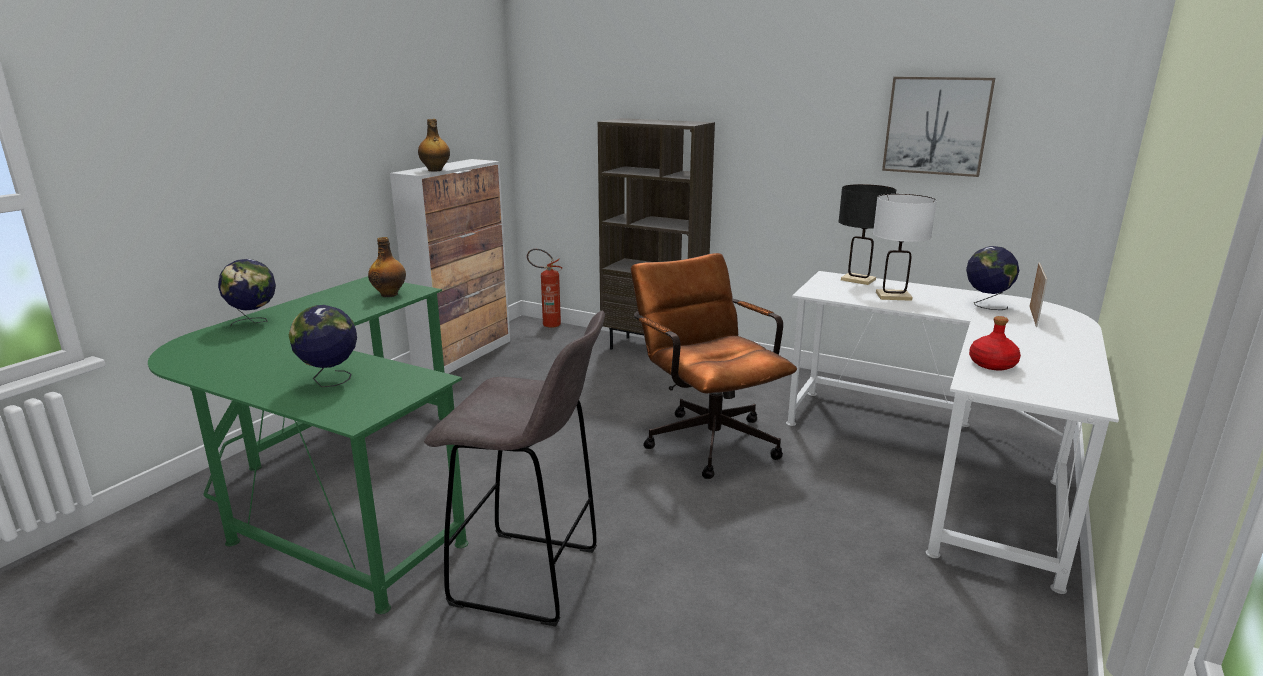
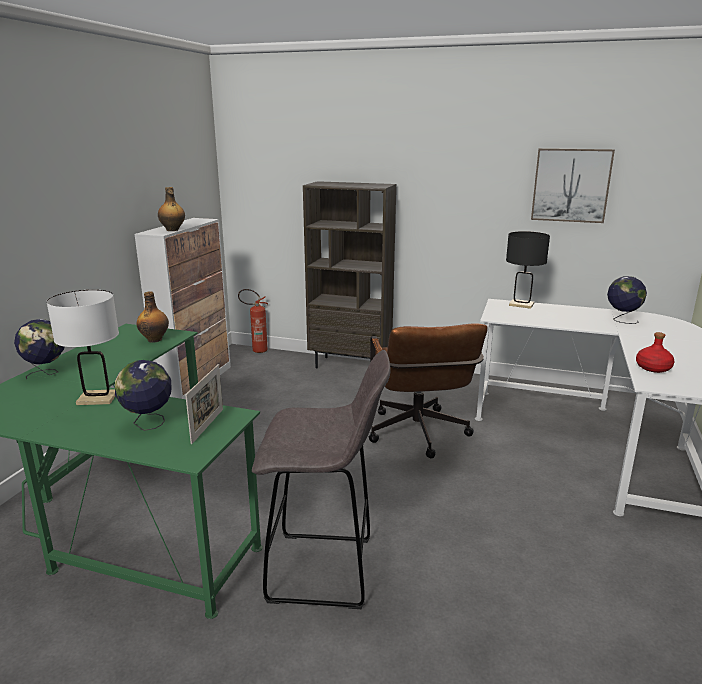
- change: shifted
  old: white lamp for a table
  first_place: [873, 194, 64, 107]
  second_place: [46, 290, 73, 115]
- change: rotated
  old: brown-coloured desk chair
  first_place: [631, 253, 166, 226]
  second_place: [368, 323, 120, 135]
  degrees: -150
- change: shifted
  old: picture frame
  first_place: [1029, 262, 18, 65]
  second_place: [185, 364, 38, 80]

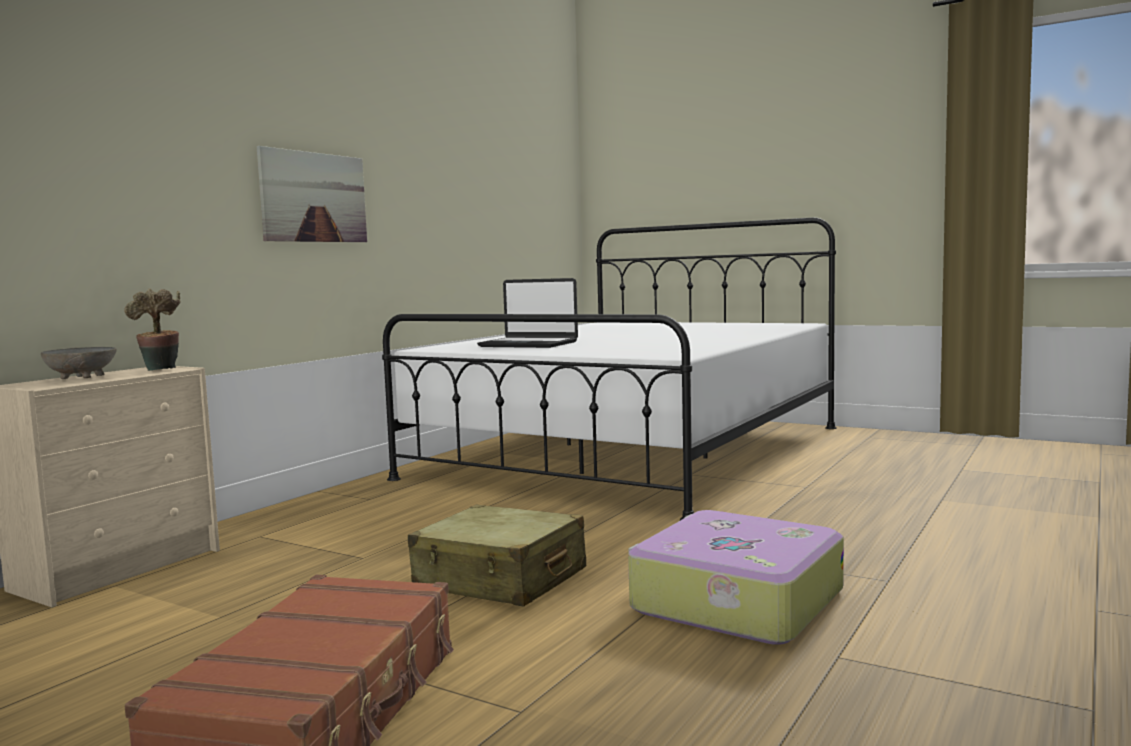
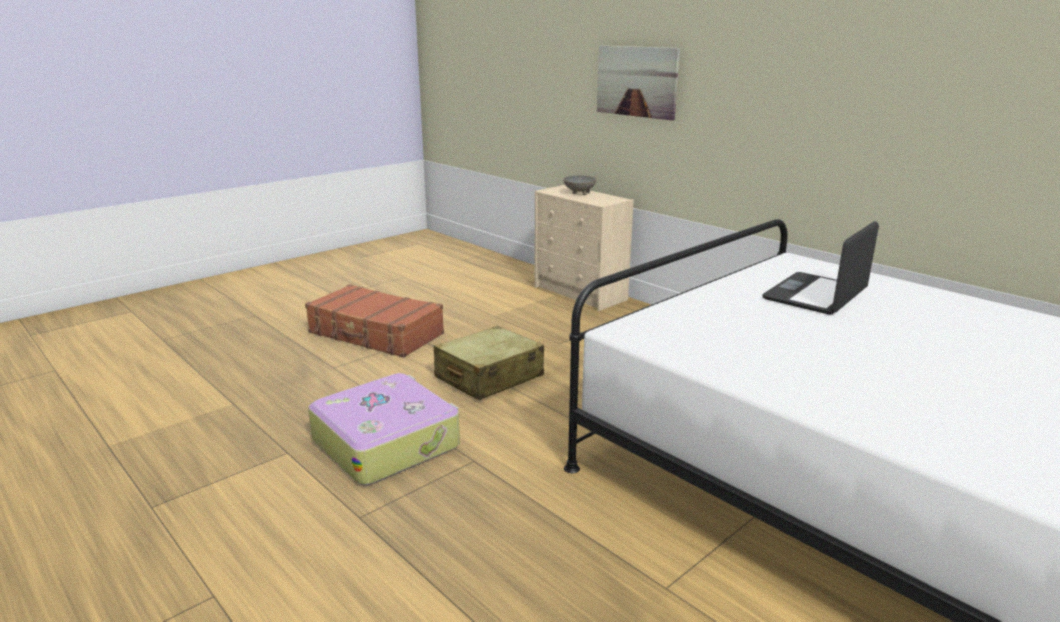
- change: shifted
  old: wall picture
  first_place: [256, 146, 111, 96]
  second_place: [597, 45, 83, 76]
- change: gone
  old: houseplant
  first_place: [124, 288, 57, 83]

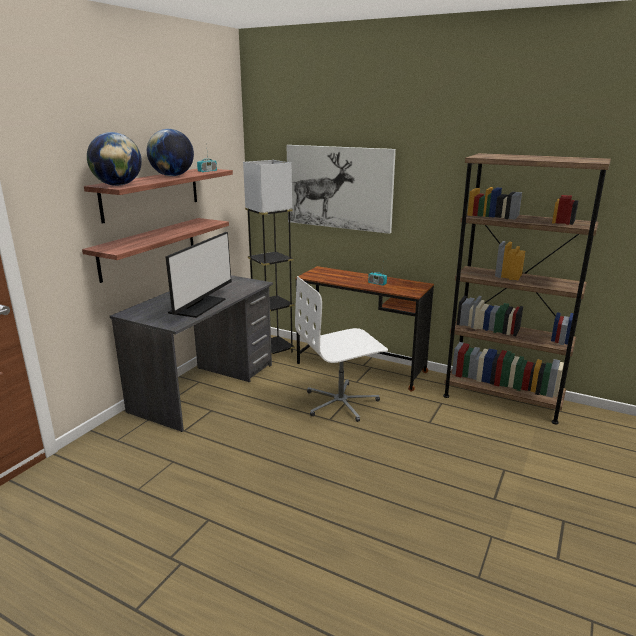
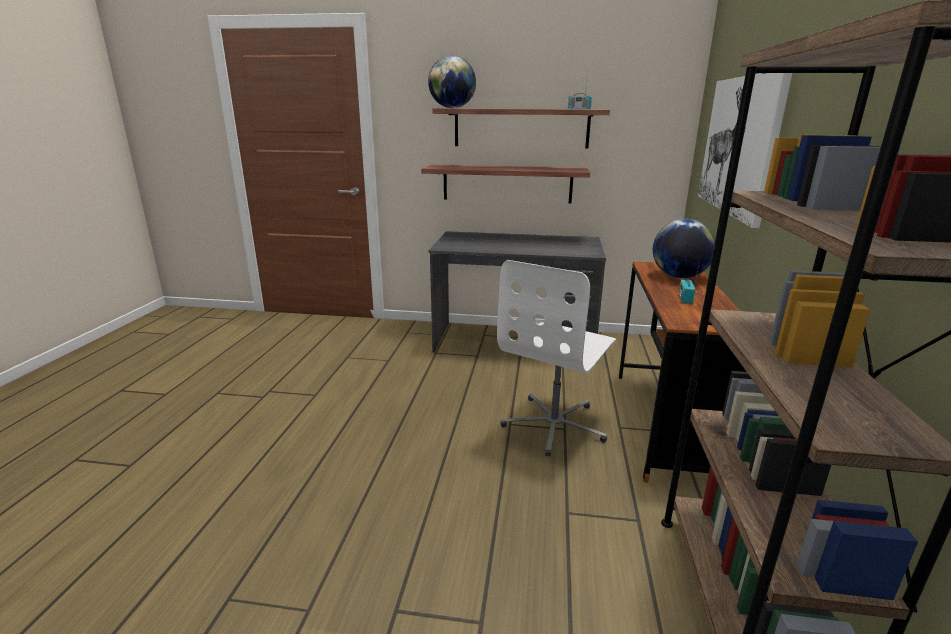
- change: shifted
  old: globe
  first_place: [147, 129, 47, 47]
  second_place: [653, 219, 62, 59]
- change: gone
  old: grey floor lamp
  first_place: [243, 160, 52, 195]
- change: gone
  old: computer screen
  first_place: [165, 232, 67, 86]
- change: rotated
  old: white desk chair
  first_place: [295, 276, 93, 146]
  second_place: [497, 260, 119, 196]
  degrees: -105

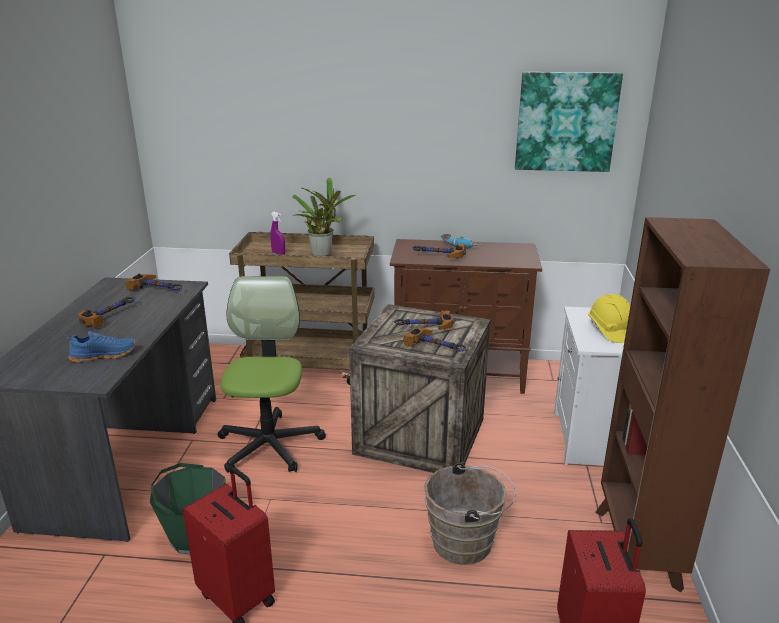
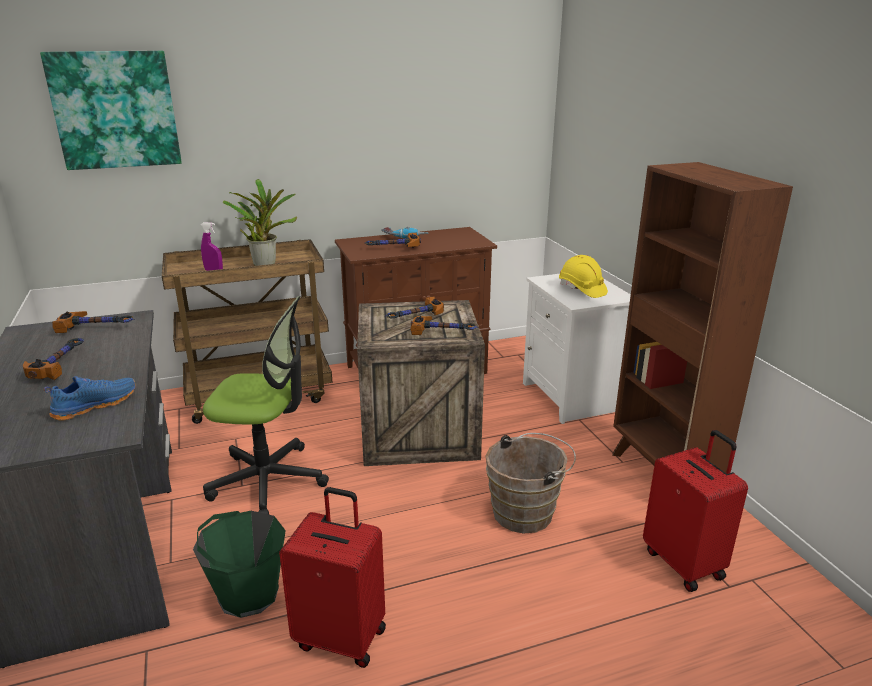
- change: shifted
  old: wall picture
  first_place: [515, 72, 108, 100]
  second_place: [40, 51, 142, 119]
- change: rotated
  old: desk chair
  first_place: [218, 276, 108, 196]
  second_place: [203, 296, 126, 219]
  degrees: 120

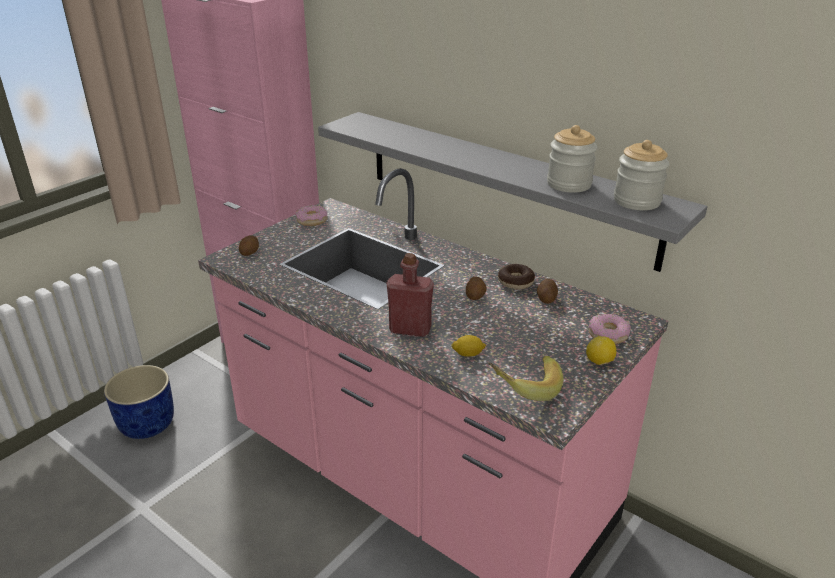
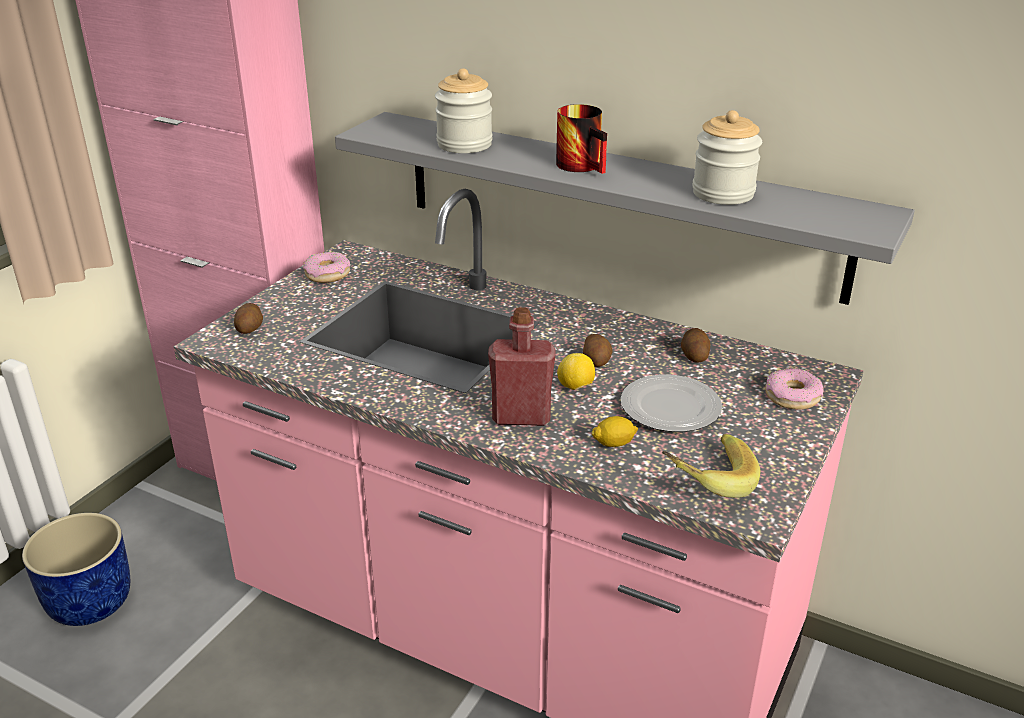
- change: shifted
  old: preserve jar
  first_place: [614, 140, 55, 70]
  second_place: [435, 68, 58, 85]
- change: gone
  old: donut
  first_place: [498, 264, 37, 25]
- change: shifted
  old: lemon
  first_place: [586, 336, 30, 29]
  second_place: [557, 353, 38, 37]
- change: new
  new: mug
  second_place: [556, 104, 51, 70]
- change: new
  new: plate
  second_place: [621, 374, 101, 58]

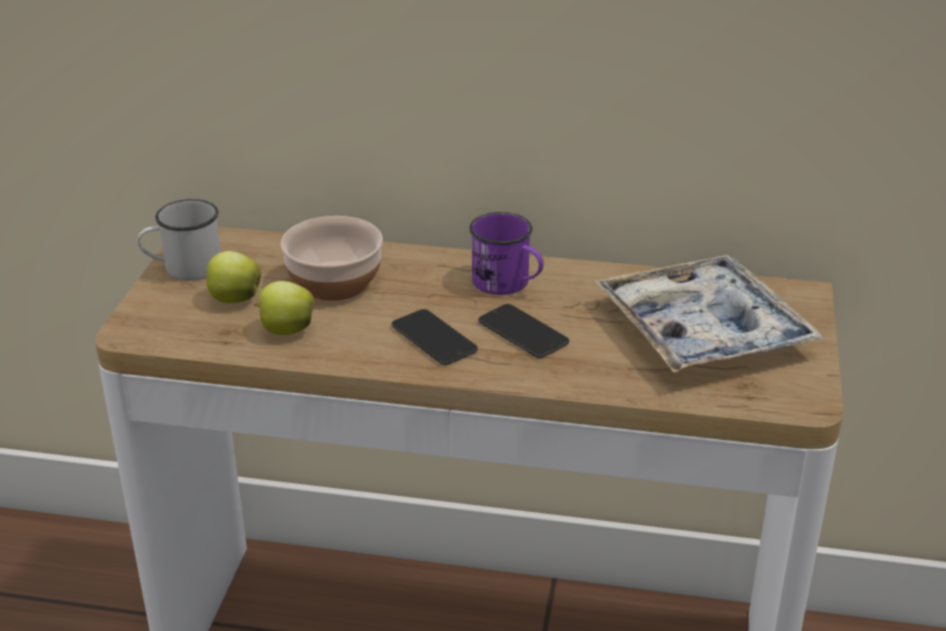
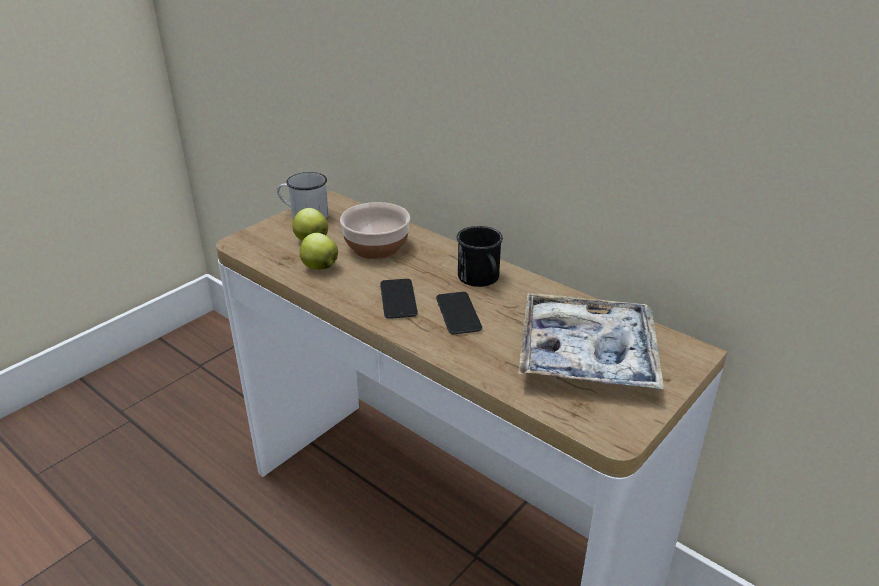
- change: repainted
  old: purplish mug
  new: blackish mug
  first_place: [469, 212, 75, 83]
  second_place: [456, 226, 47, 61]

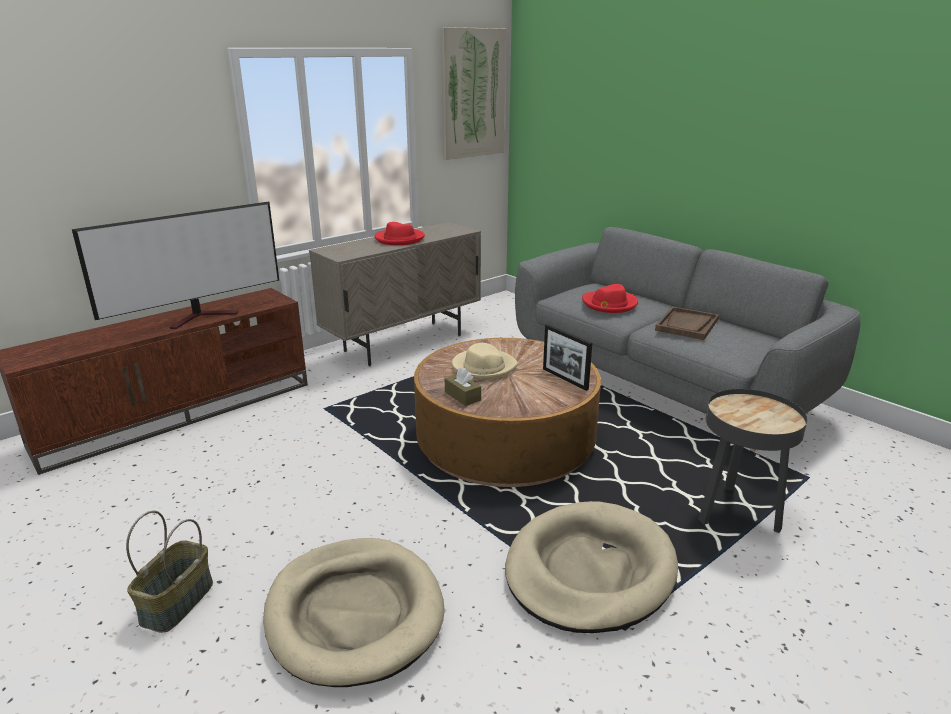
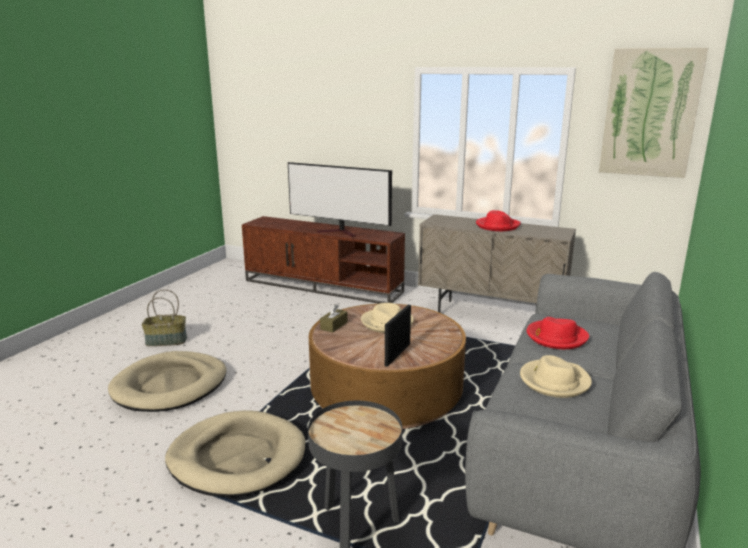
- change: swapped
  old: brown-coloured tray
  new: beige clothing hat
  first_place: [655, 306, 64, 34]
  second_place: [520, 355, 72, 43]

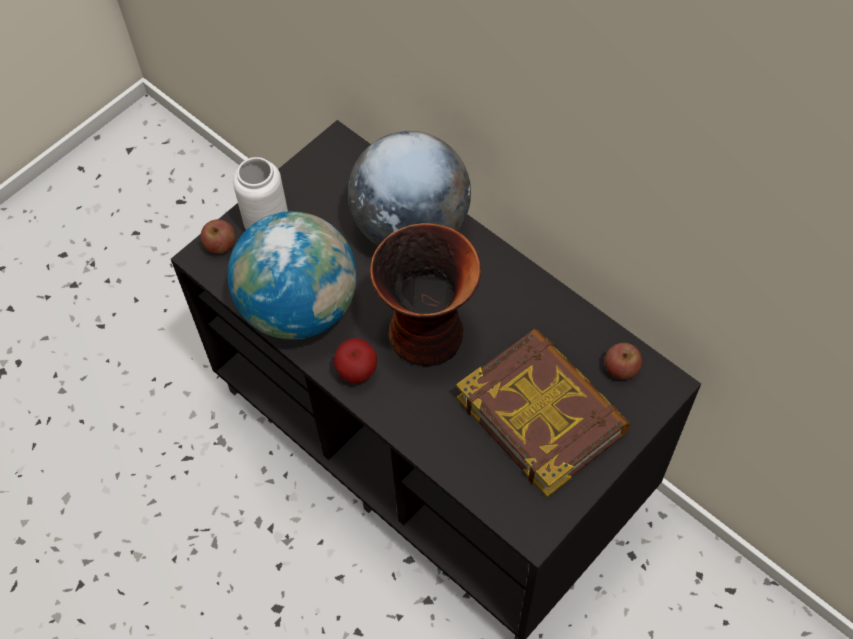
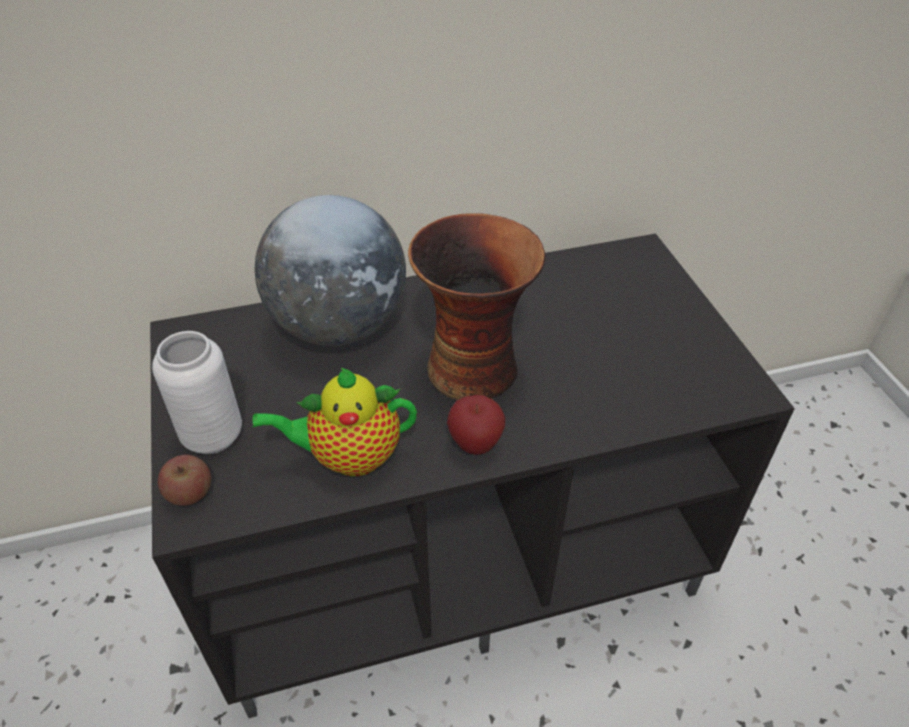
- change: swapped
  old: globe
  new: teapot
  first_place: [228, 211, 129, 129]
  second_place: [252, 367, 165, 109]
- change: gone
  old: bound book
  first_place: [456, 329, 175, 168]
- change: gone
  old: apple fruit
  first_place: [605, 343, 37, 37]

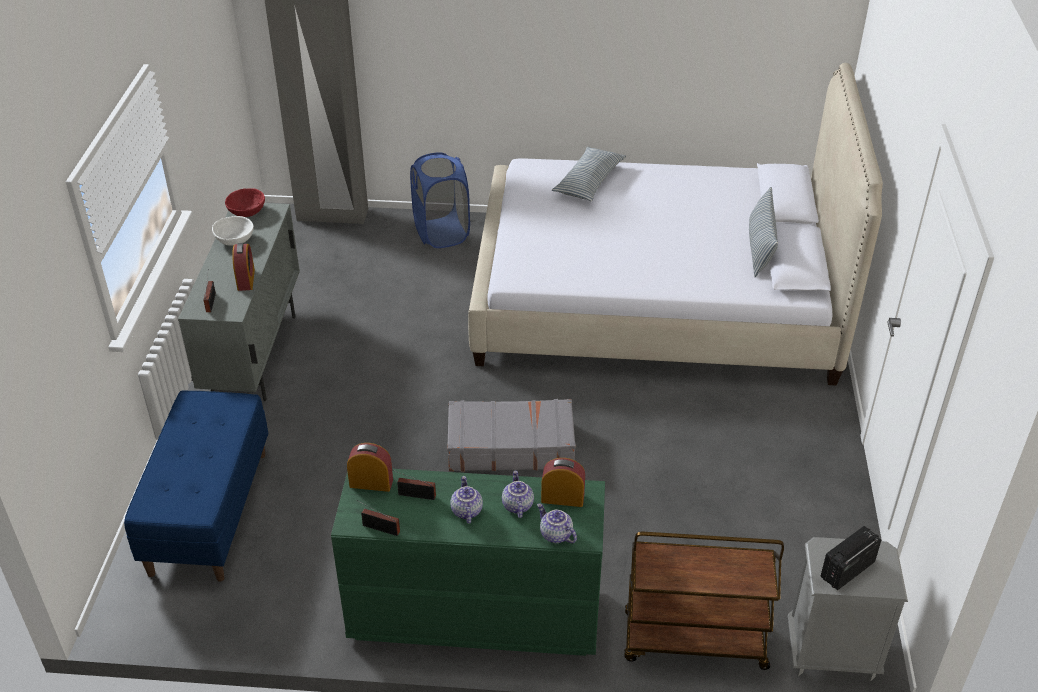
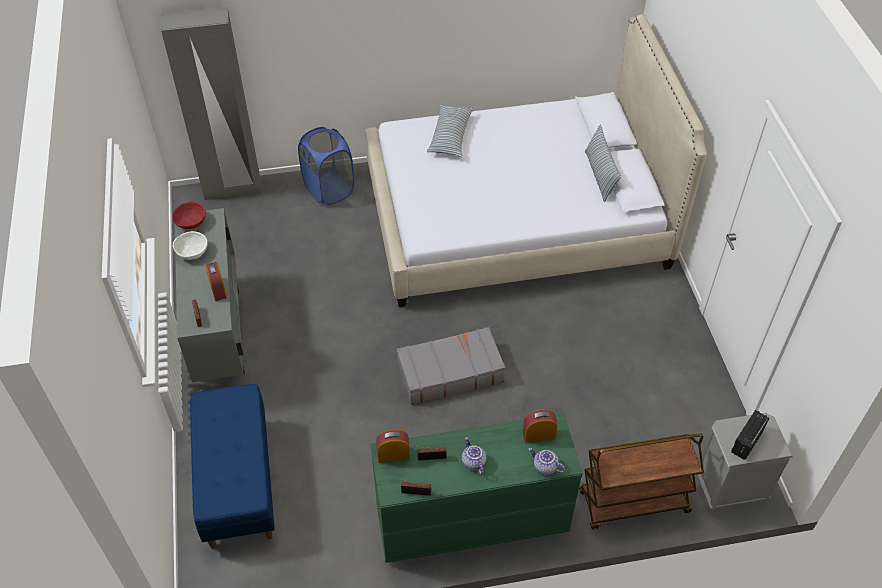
- change: gone
  old: teapot
  first_place: [502, 470, 32, 48]

